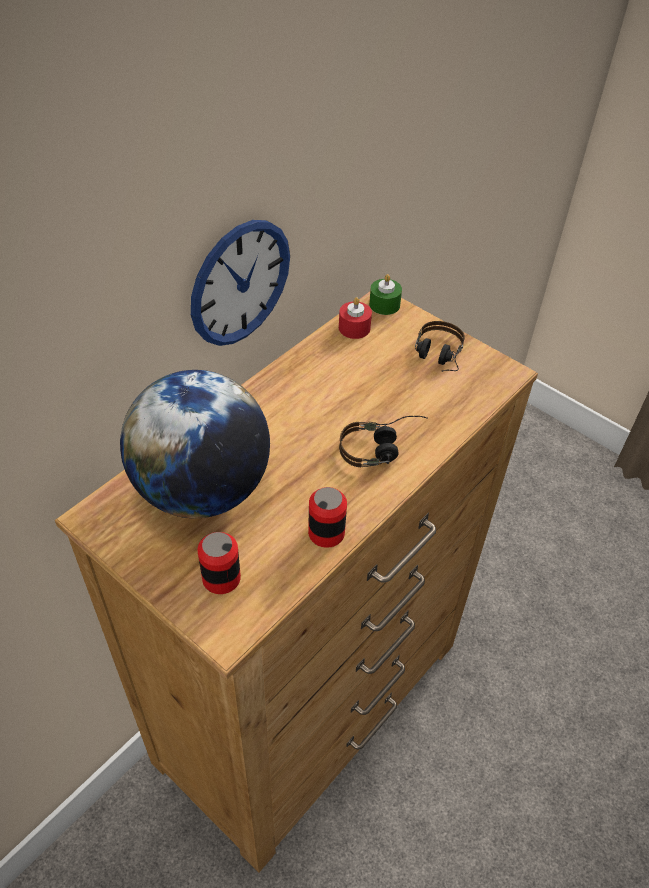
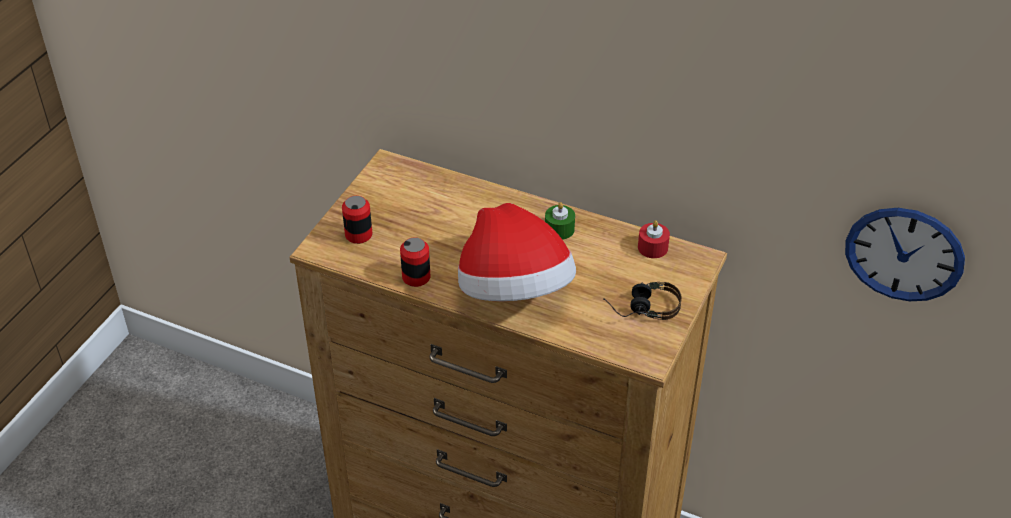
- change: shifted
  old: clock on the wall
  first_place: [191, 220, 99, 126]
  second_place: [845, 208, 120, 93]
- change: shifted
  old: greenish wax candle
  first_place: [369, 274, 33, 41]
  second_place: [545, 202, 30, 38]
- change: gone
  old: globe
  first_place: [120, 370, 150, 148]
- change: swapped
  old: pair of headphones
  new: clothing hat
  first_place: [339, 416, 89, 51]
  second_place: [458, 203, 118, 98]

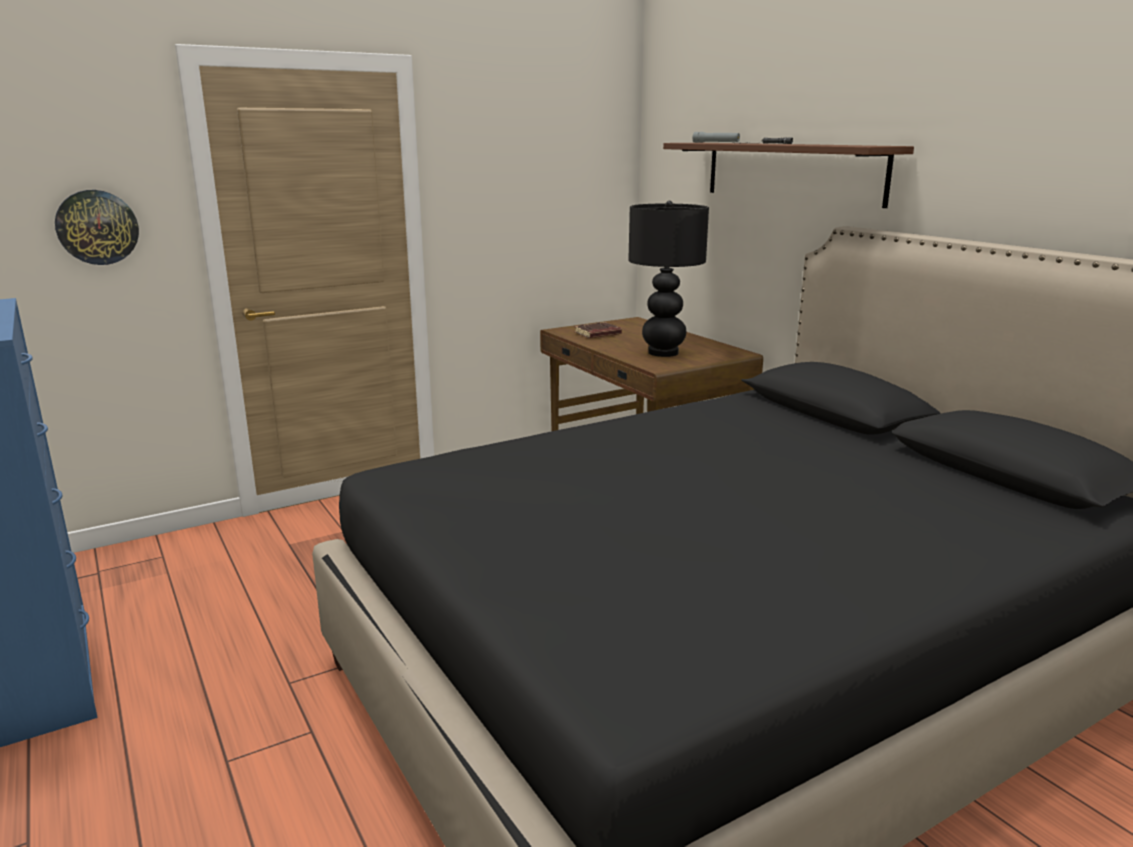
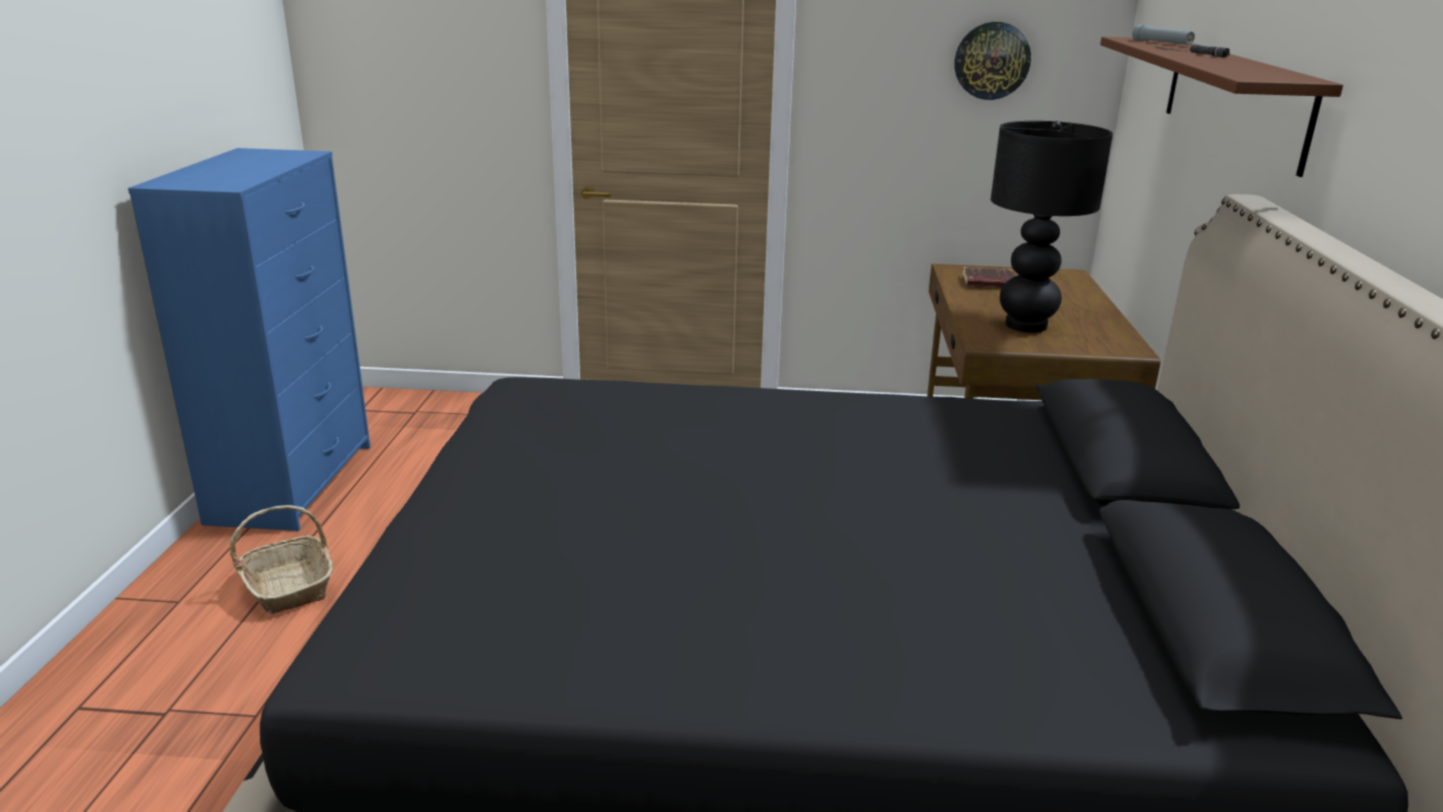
- change: shifted
  old: clock on the wall
  first_place: [55, 190, 84, 75]
  second_place: [955, 22, 76, 78]
- change: new
  new: basket
  second_place: [230, 505, 103, 109]

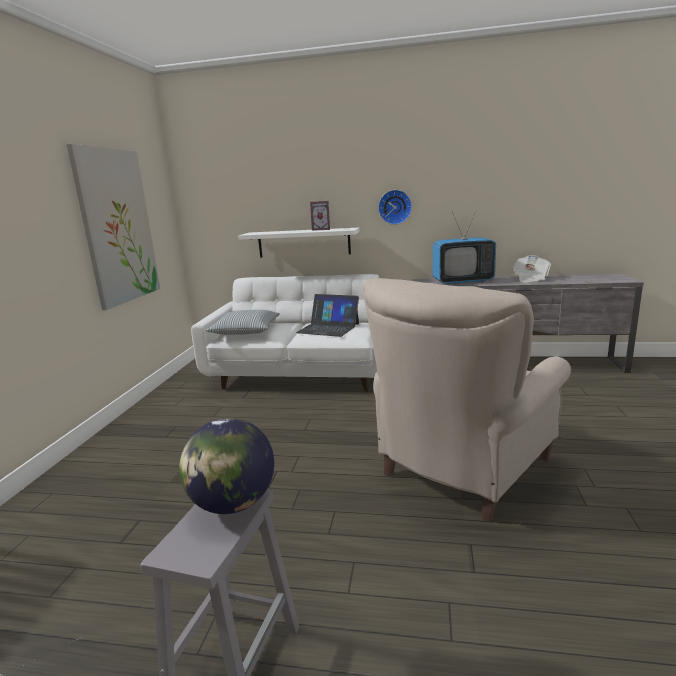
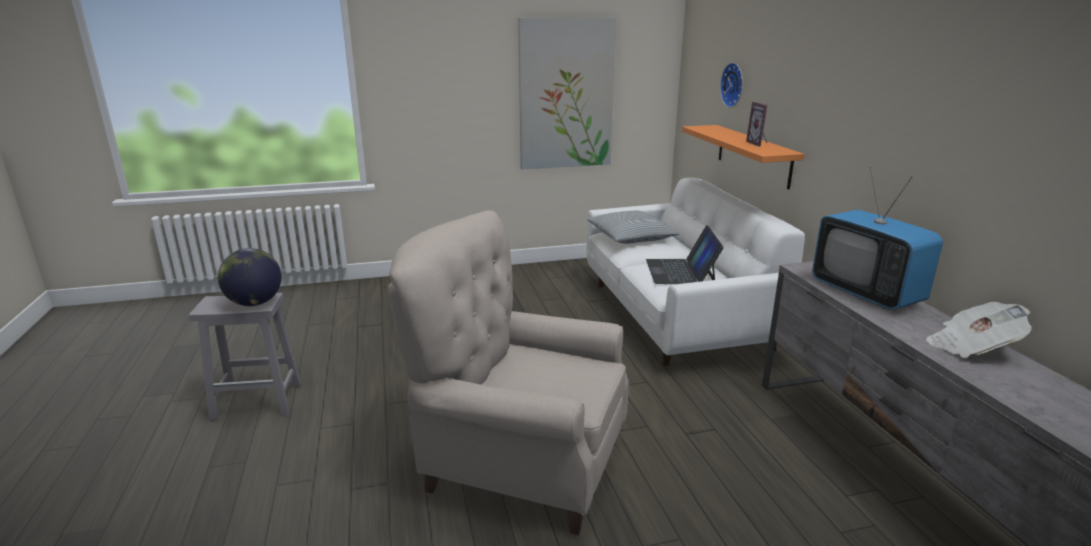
- change: shifted
  old: clock on the wall
  first_place: [378, 190, 34, 35]
  second_place: [720, 63, 23, 45]
- change: repainted
  old: white bracket shelf
  new: orange bracket shelf
  first_place: [238, 228, 122, 30]
  second_place: [682, 125, 122, 65]

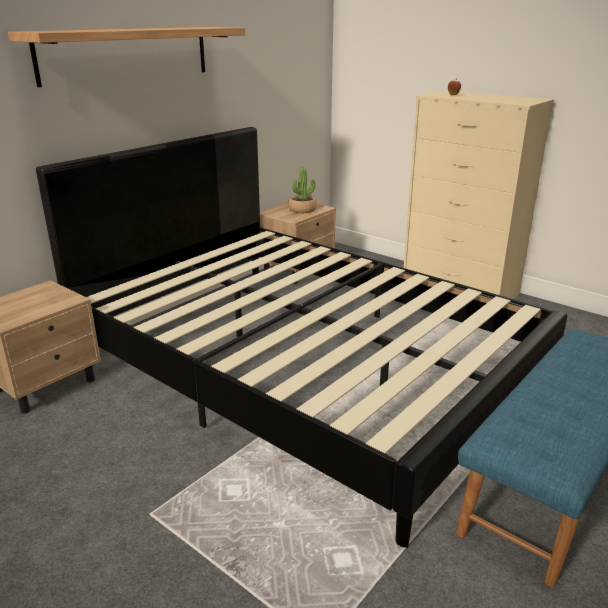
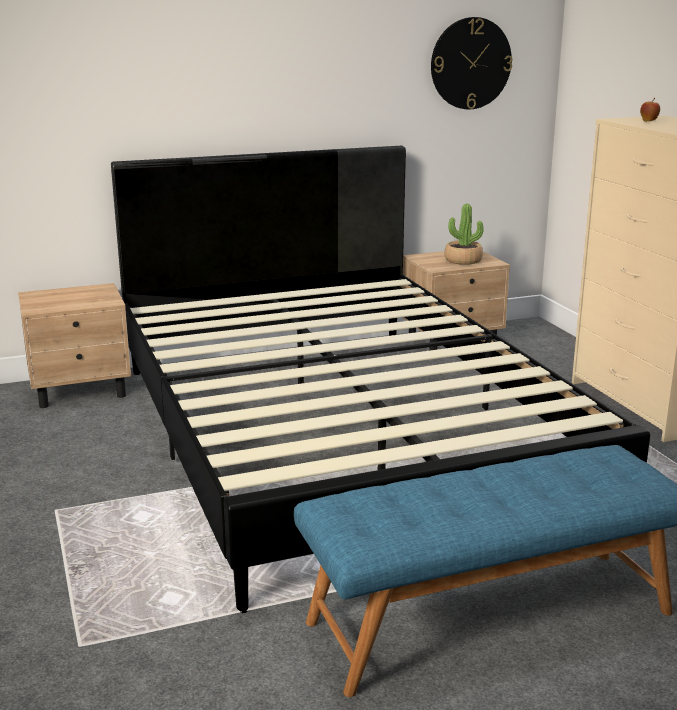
- change: gone
  old: bracket shelf
  first_place: [8, 27, 237, 60]
- change: new
  new: clock on the wall
  second_place: [431, 17, 81, 92]

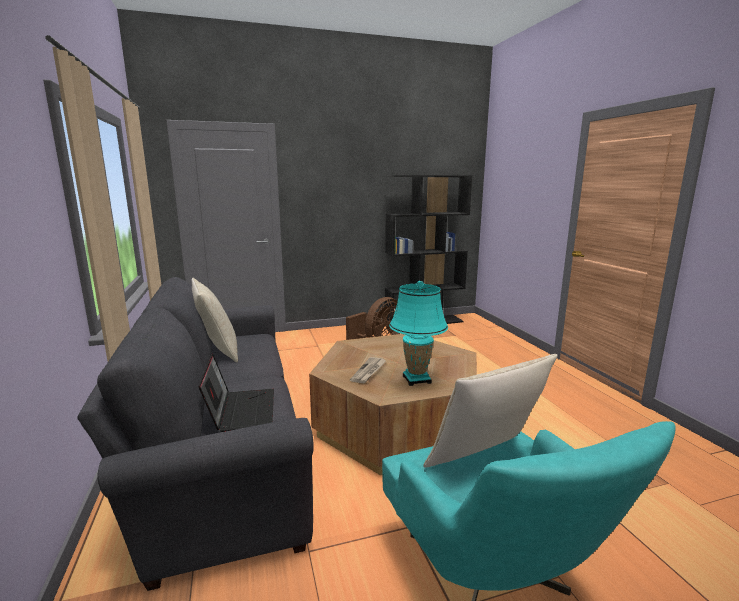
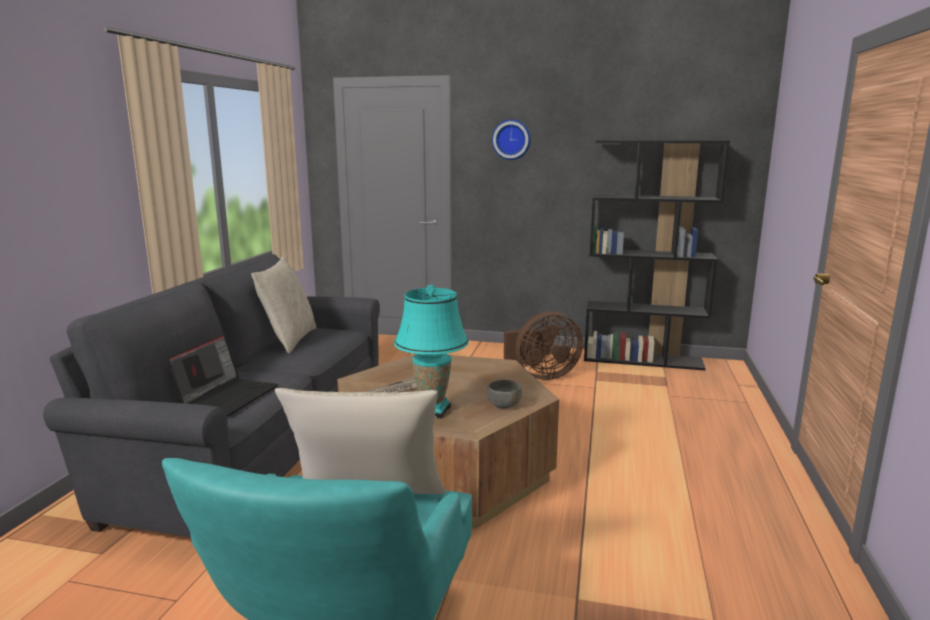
- change: new
  new: clock on the wall
  second_place: [492, 119, 39, 41]
- change: new
  new: grey bowl
  second_place: [487, 380, 35, 29]

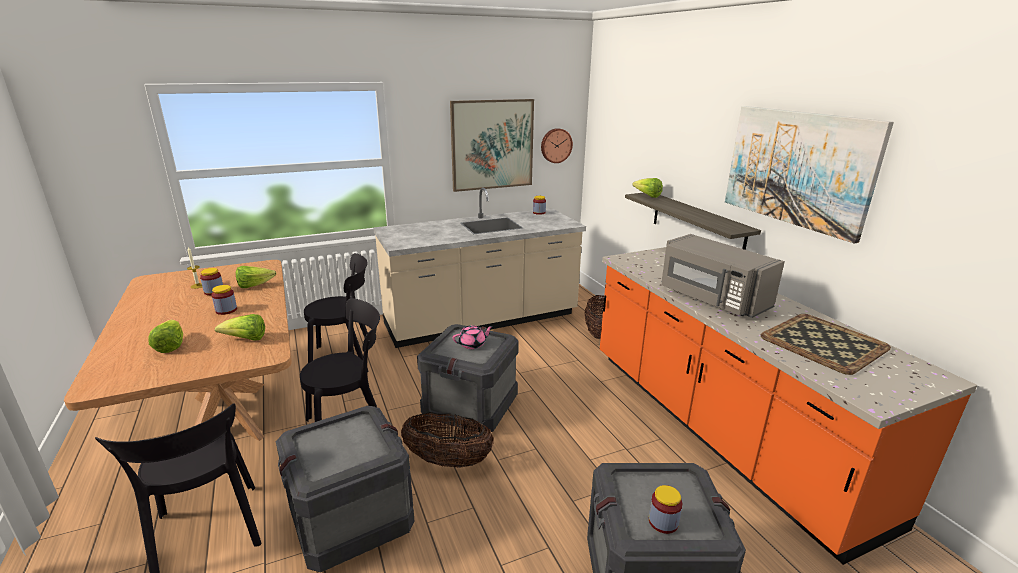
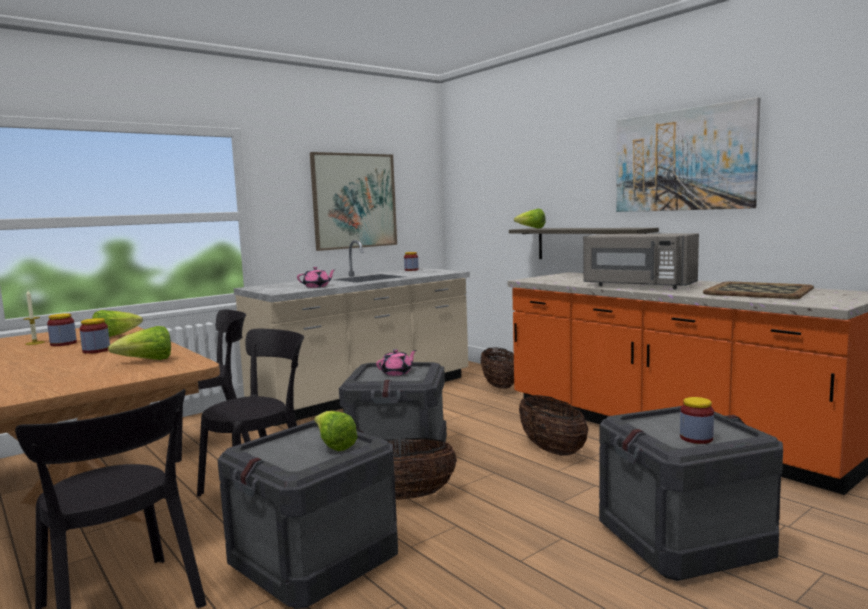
- change: gone
  old: clock on the wall
  first_place: [541, 128, 32, 35]
- change: shifted
  old: lettuce
  first_place: [148, 319, 35, 34]
  second_place: [314, 411, 44, 40]
- change: new
  new: pink-coloured teapot
  second_place: [297, 267, 39, 21]
- change: new
  new: basket
  second_place: [519, 395, 69, 61]

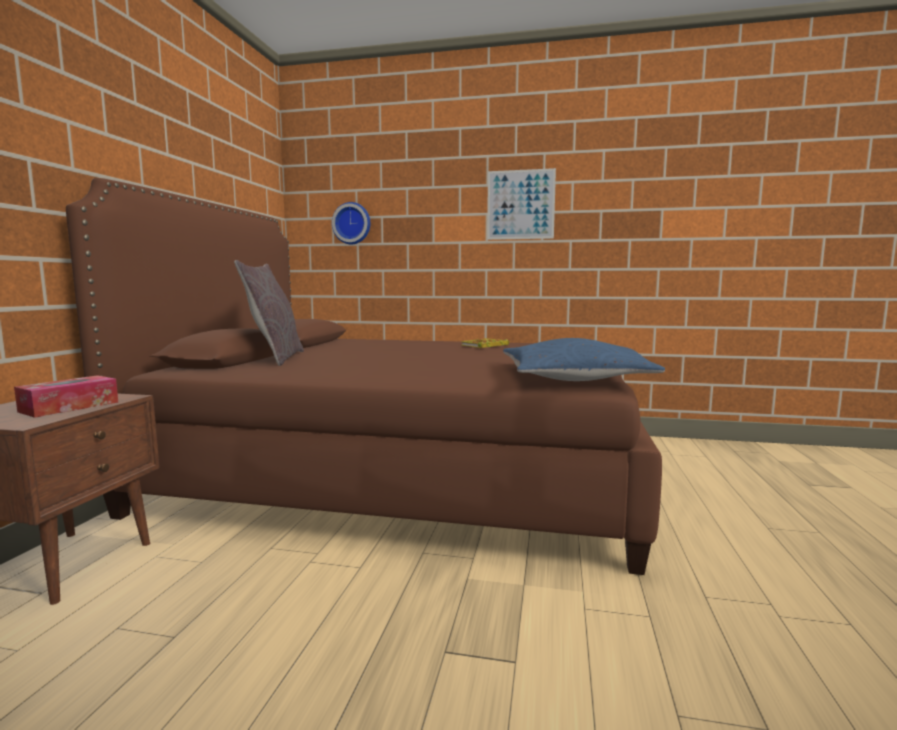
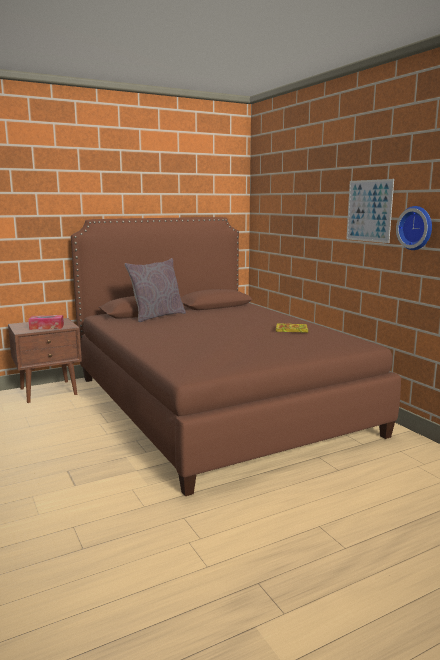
- change: shifted
  old: clock on the wall
  first_place: [332, 202, 38, 42]
  second_place: [396, 206, 36, 44]
- change: gone
  old: blue throw pillow
  first_place: [503, 338, 162, 43]

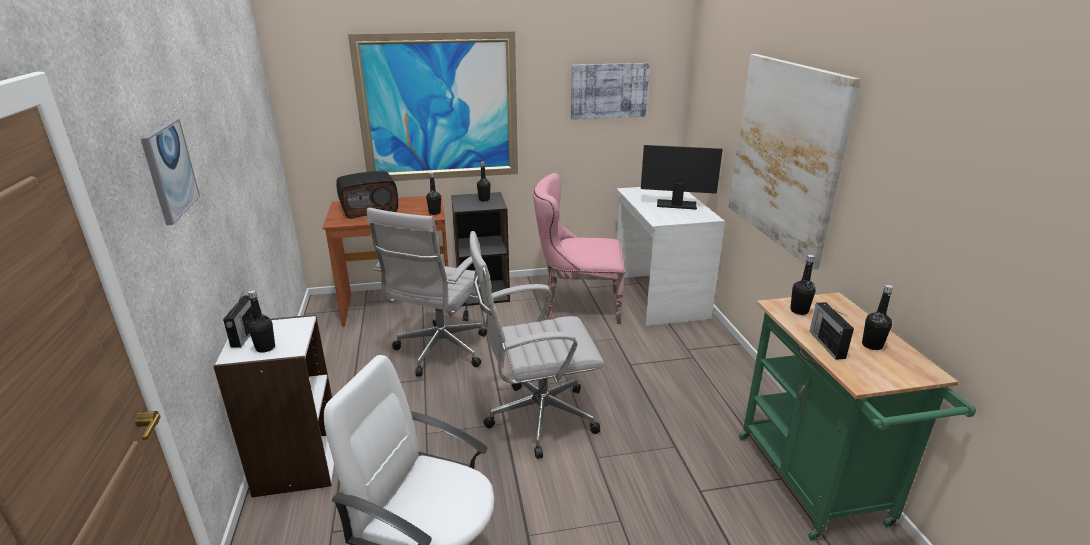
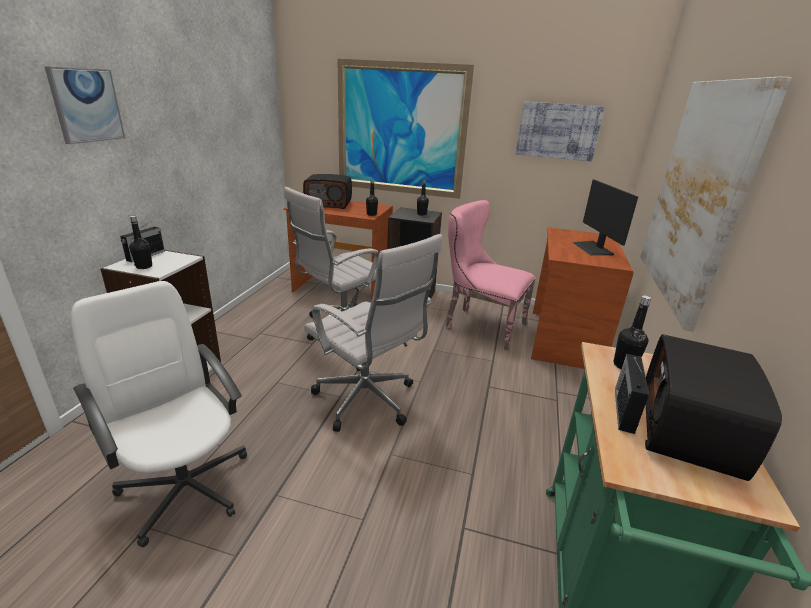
- change: rotated
  old: computer screen
  first_place: [641, 145, 82, 65]
  second_place: [572, 180, 66, 76]
  degrees: -135
- change: repainted
  old: white desk table
  new: brown-coloured desk table
  first_place: [617, 187, 108, 139]
  second_place: [531, 227, 103, 142]
- change: rotated
  old: white desk chair
  first_place: [469, 231, 136, 228]
  second_place: [304, 234, 139, 198]
  degrees: -150
- change: swapped
  old: blackish drink bottle
  new: radio
  first_place: [862, 285, 31, 65]
  second_place: [645, 334, 137, 147]

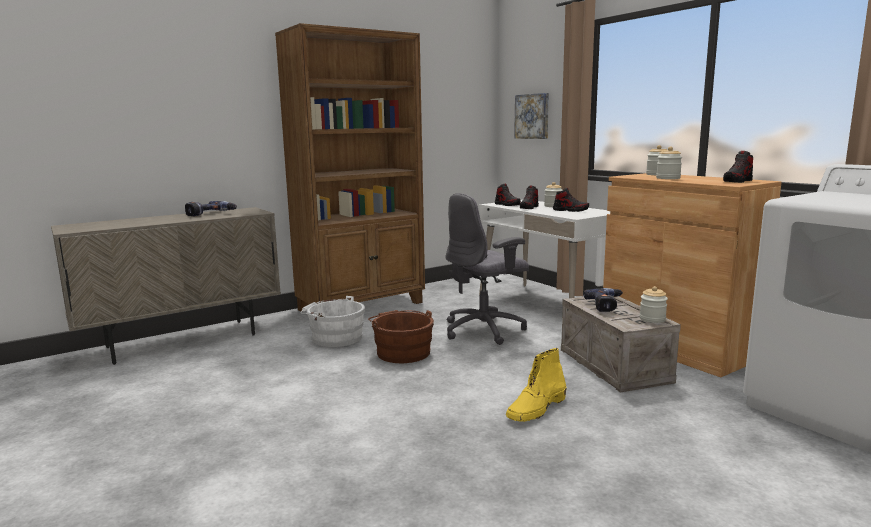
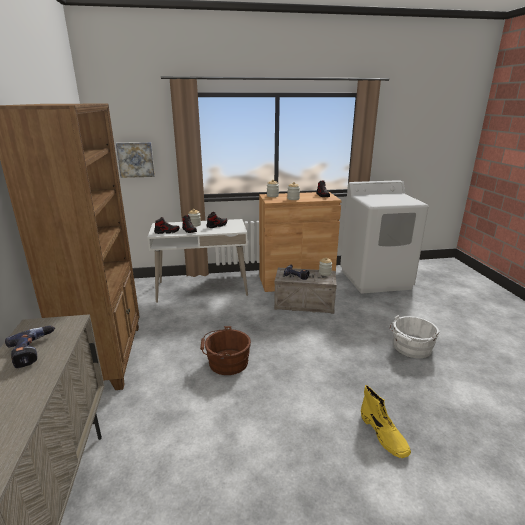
- change: gone
  old: grey desk chair
  first_place: [446, 193, 83, 152]
- change: shifted
  old: white pail
  first_place: [300, 296, 65, 51]
  second_place: [390, 315, 49, 43]
- change: shifted
  old: yellow high-top boot
  first_place: [506, 348, 61, 74]
  second_place: [361, 385, 50, 73]

